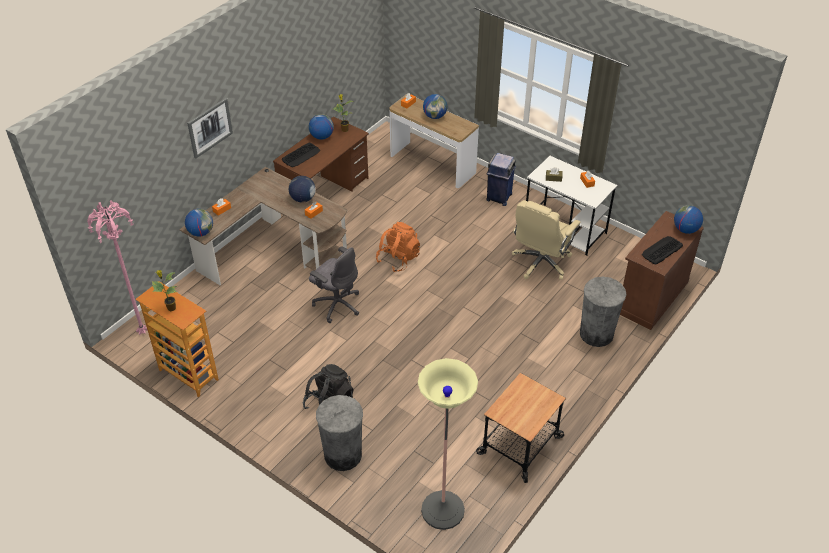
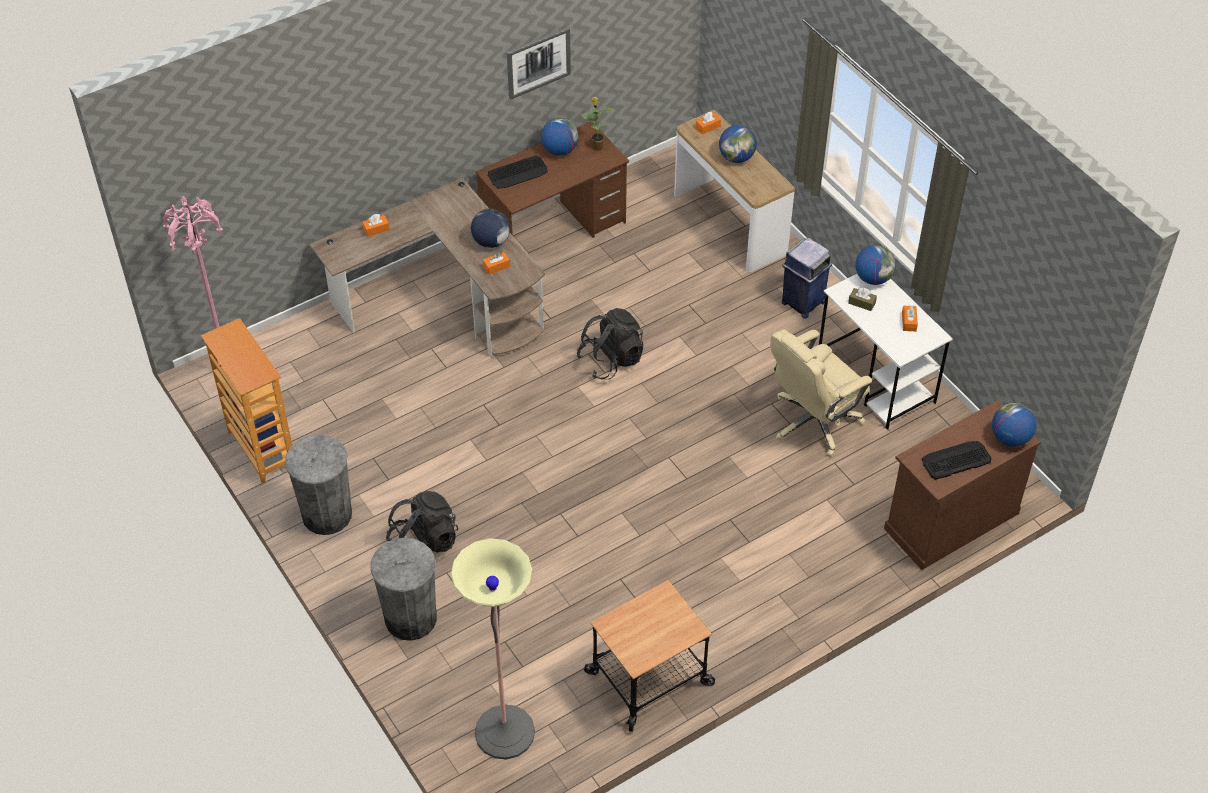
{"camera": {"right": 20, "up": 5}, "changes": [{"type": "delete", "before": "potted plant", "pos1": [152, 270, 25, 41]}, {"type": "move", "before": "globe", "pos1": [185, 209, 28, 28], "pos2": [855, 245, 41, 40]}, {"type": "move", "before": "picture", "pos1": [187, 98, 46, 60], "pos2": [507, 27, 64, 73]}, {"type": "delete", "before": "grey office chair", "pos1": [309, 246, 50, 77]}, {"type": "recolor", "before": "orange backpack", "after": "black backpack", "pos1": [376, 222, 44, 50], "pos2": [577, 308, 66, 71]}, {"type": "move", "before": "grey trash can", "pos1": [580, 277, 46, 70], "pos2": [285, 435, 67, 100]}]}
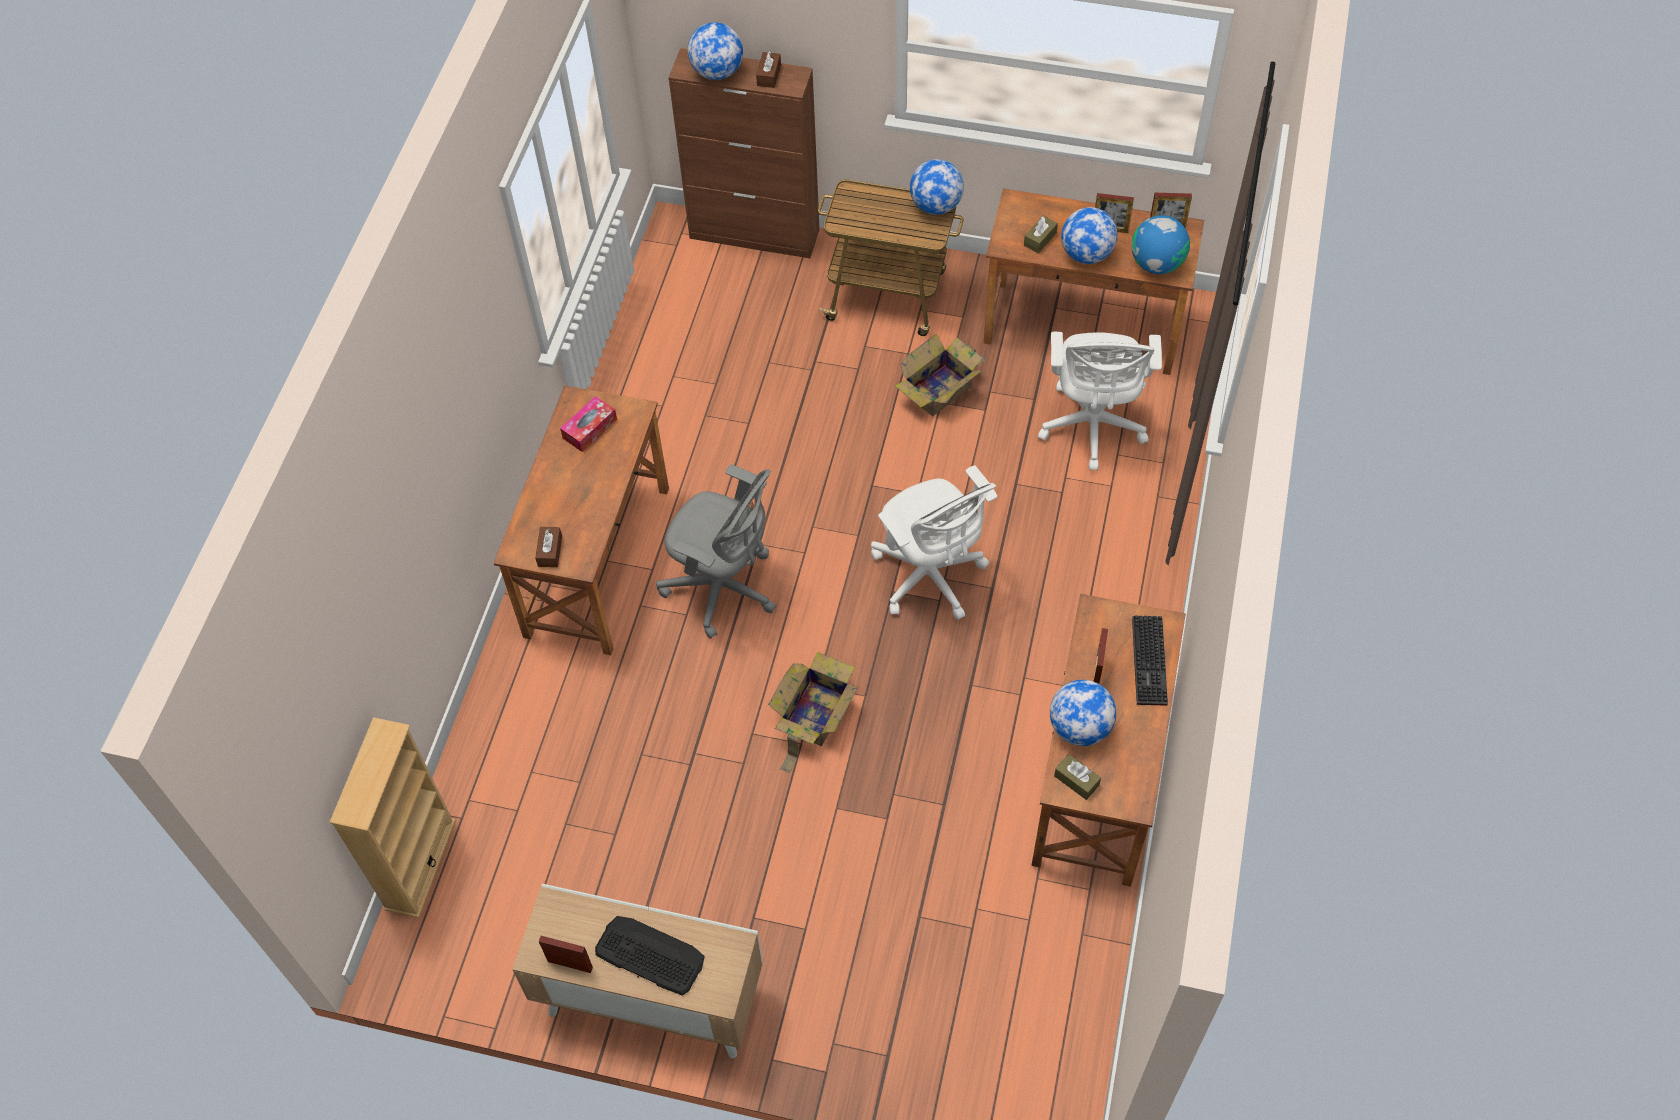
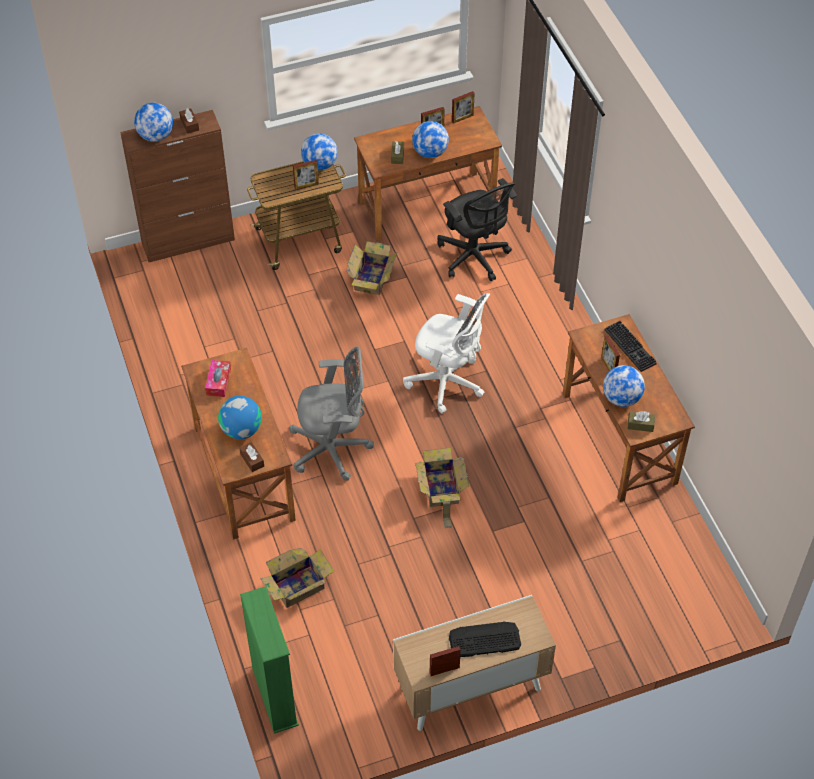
{"camera": {"right": -35, "up": -5}, "changes": [{"type": "recolor", "before": "beige bookcase", "after": "green bookcase", "pos1": [330, 717, 126, 201], "pos2": [240, 586, 59, 148]}, {"type": "recolor", "before": "white office chair", "after": "black office chair", "pos1": [1038, 332, 124, 139], "pos2": [437, 178, 80, 103]}, {"type": "move", "before": "globe", "pos1": [1131, 215, 59, 59], "pos2": [218, 396, 44, 43]}, {"type": "insert", "after": "cardboard box", "pos2": [260, 548, 74, 60]}, {"type": "insert", "after": "picture frame", "pos2": [293, 160, 26, 30]}]}
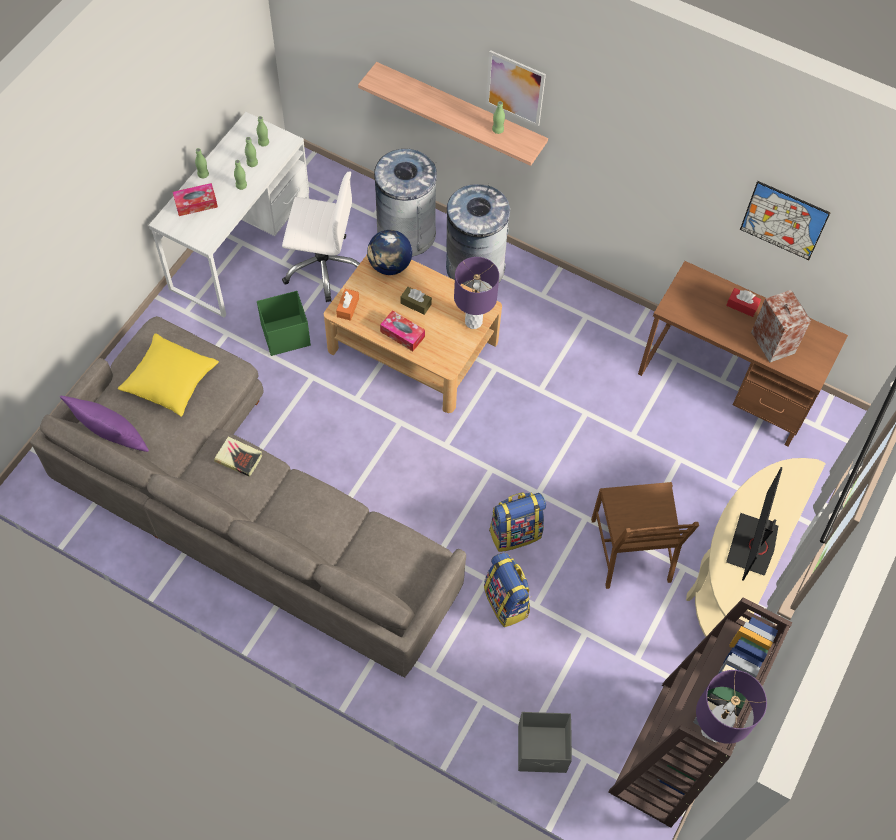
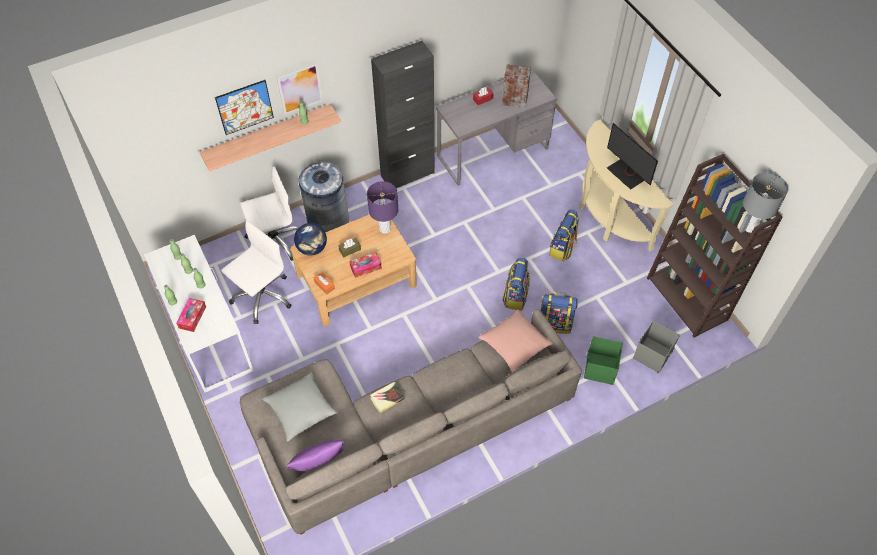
{"camera": {"right": -55, "up": -5}, "changes": [{"type": "recolor", "before": "yellow pillow", "after": "grey pillow", "pos1": [118, 333, 101, 84], "pos2": [262, 372, 76, 69]}, {"type": "move", "before": "green storage box", "pos1": [257, 291, 54, 65], "pos2": [584, 336, 39, 49]}, {"type": "replace", "before": "grey trash can", "after": "white office chair", "pos1": [374, 149, 63, 108], "pos2": [240, 166, 59, 95]}, {"type": "replace", "before": "brown chair", "after": "backpack", "pos1": [591, 482, 108, 107], "pos2": [549, 210, 30, 52]}, {"type": "recolor", "before": "brown desk", "after": "grey desk", "pos1": [638, 261, 210, 186], "pos2": [436, 70, 121, 116]}, {"type": "recolor", "before": "purple table lamp", "after": "grey table lamp", "pos1": [696, 670, 71, 74], "pos2": [743, 172, 45, 61]}, {"type": "move", "before": "picture", "pos1": [740, 181, 91, 79], "pos2": [215, 80, 59, 55]}, {"type": "insert", "after": "black cabinet", "pos2": [371, 41, 63, 147]}, {"type": "insert", "after": "pink pillow", "pos2": [478, 309, 75, 63]}]}
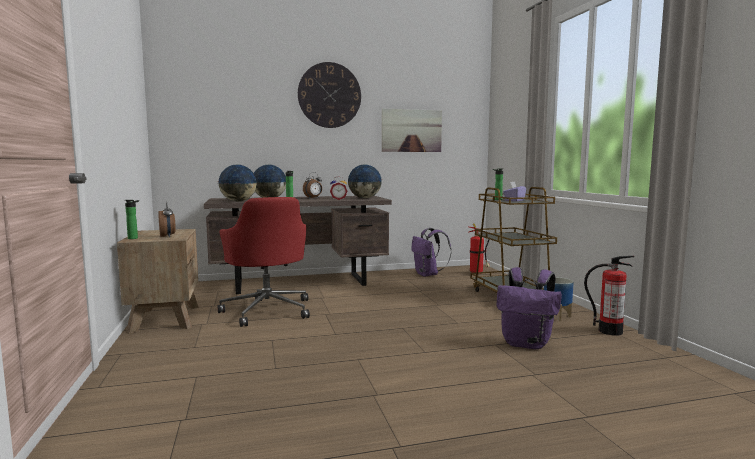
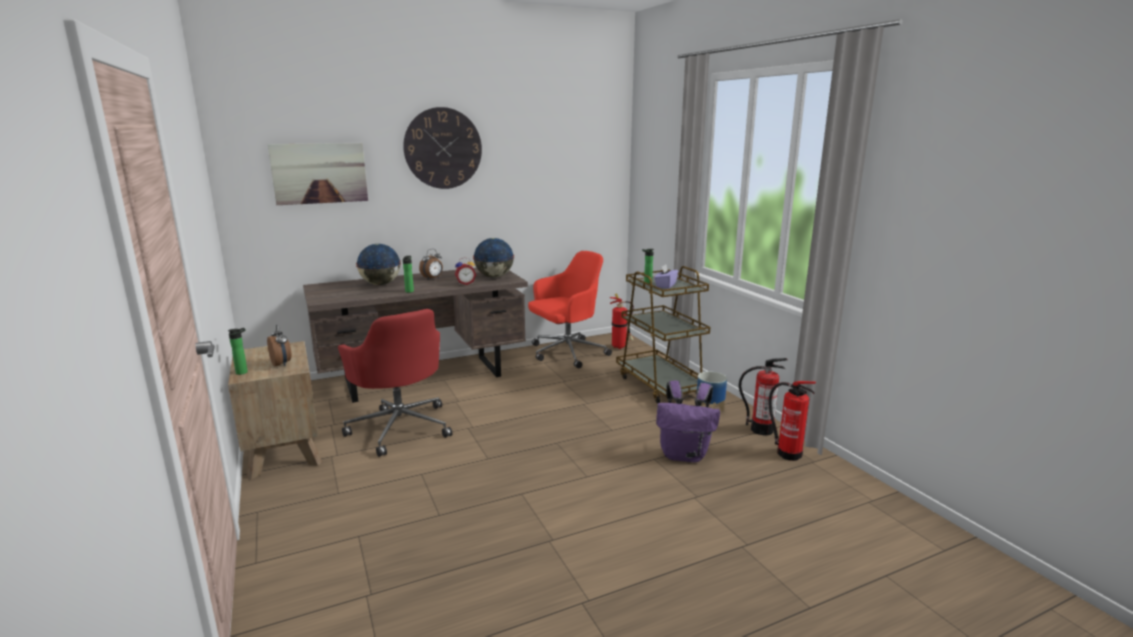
{"camera": {"right": -10, "up": 10}, "changes": [{"type": "delete", "before": "globe", "pos1": [218, 165, 39, 36]}, {"type": "move", "before": "picture", "pos1": [382, 108, 60, 44], "pos2": [268, 143, 100, 62]}, {"type": "replace", "before": "purple backpack", "after": "red office chair", "pos1": [411, 228, 40, 49], "pos2": [528, 251, 84, 117]}, {"type": "insert", "after": "fire extinguisher", "pos2": [769, 381, 47, 80]}]}
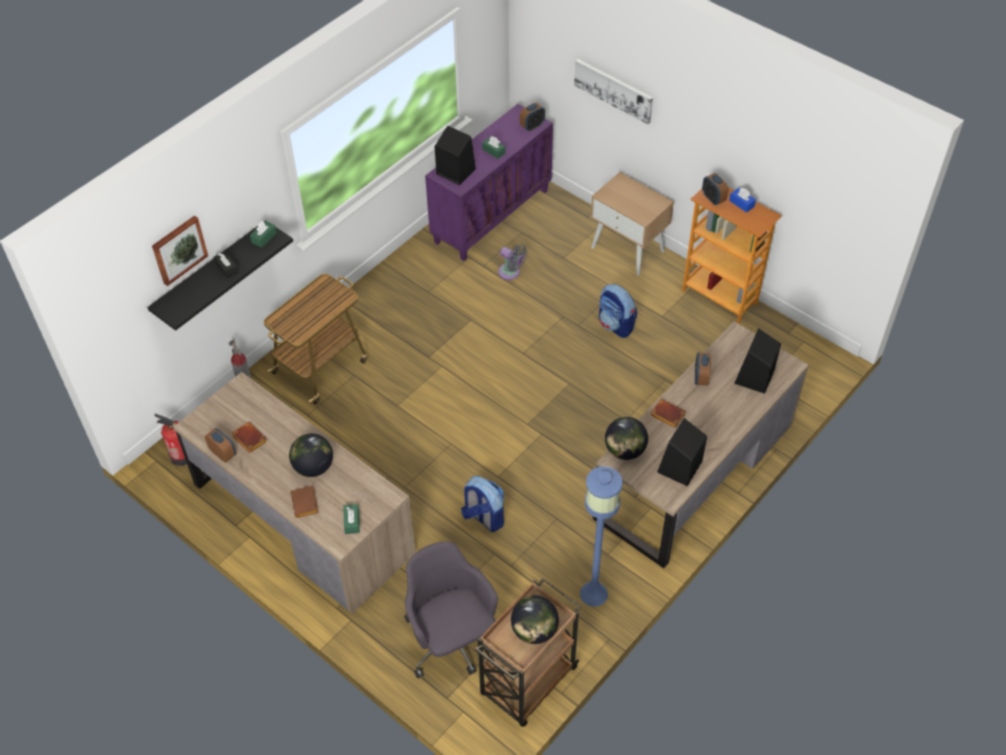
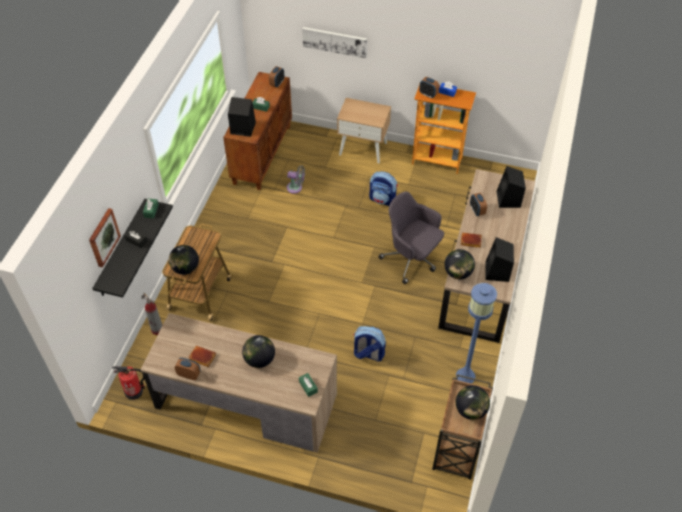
{"camera": {"right": -25, "up": 0}, "changes": [{"type": "delete", "before": "brown book", "pos1": [291, 485, 28, 33]}, {"type": "move", "before": "grey office chair", "pos1": [404, 541, 94, 137], "pos2": [378, 192, 66, 92]}, {"type": "recolor", "before": "purple cabinet", "after": "brown cabinet", "pos1": [425, 104, 128, 157], "pos2": [223, 72, 69, 118]}, {"type": "insert", "after": "globe", "pos2": [169, 245, 30, 30]}]}
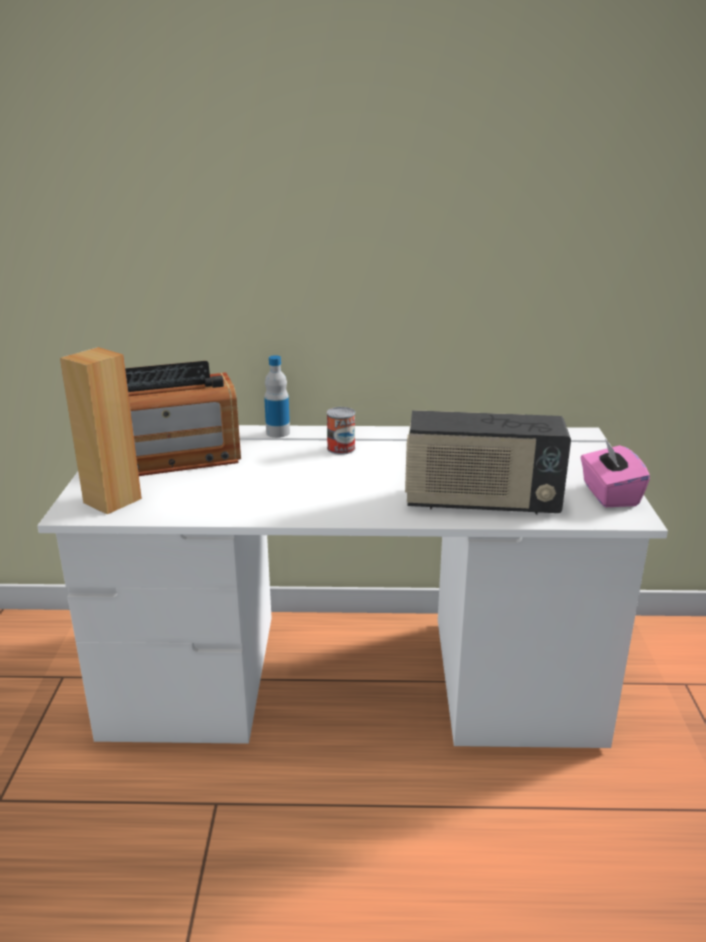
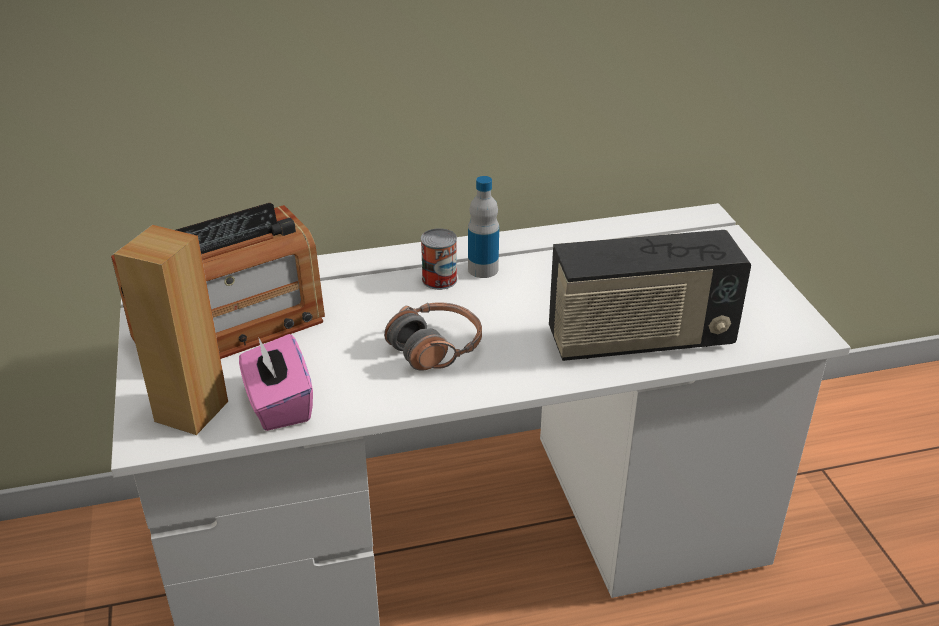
{"camera": {"right": -15, "up": 10}, "changes": [{"type": "move", "before": "bottle", "pos1": [264, 355, 26, 83], "pos2": [468, 176, 31, 102]}, {"type": "move", "before": "pink tissue box", "pos1": [580, 439, 70, 68], "pos2": [239, 334, 74, 97]}, {"type": "insert", "after": "headphones", "pos2": [384, 302, 98, 69]}]}
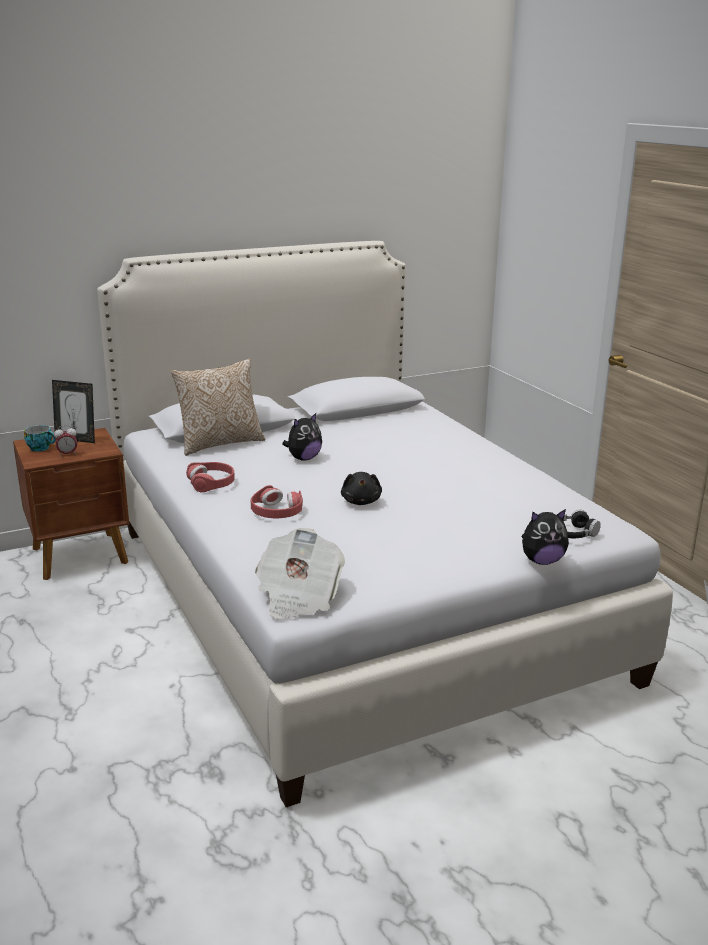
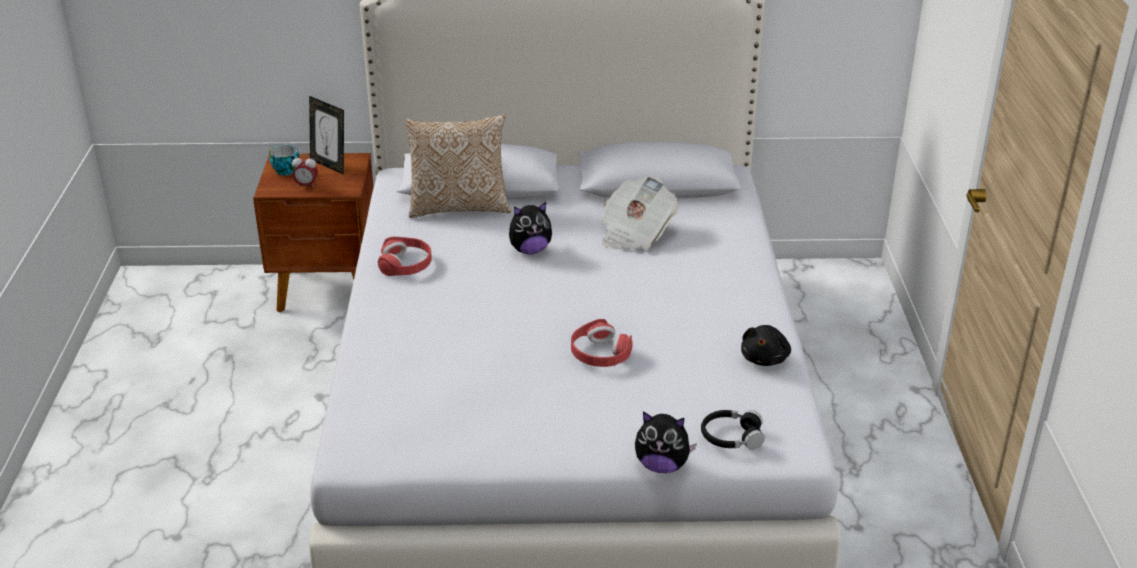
{"camera": {"right": 25, "up": 10}, "changes": [{"type": "move", "before": "red headphones", "pos1": [251, 485, 52, 33], "pos2": [571, 319, 62, 48]}, {"type": "move", "before": "newspaper", "pos1": [255, 528, 90, 92], "pos2": [601, 176, 77, 74]}, {"type": "move", "before": "black plush toy", "pos1": [341, 472, 41, 33], "pos2": [741, 325, 50, 41]}]}
